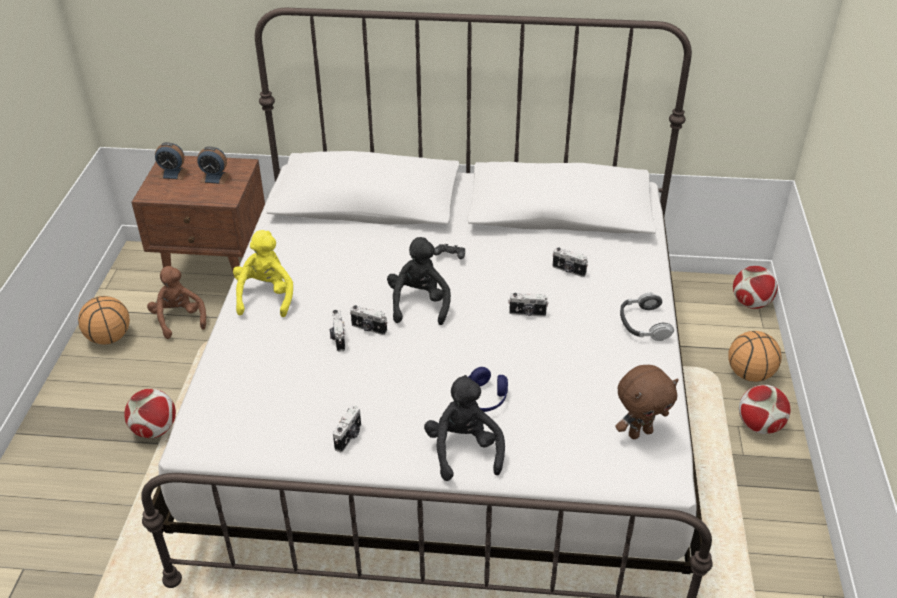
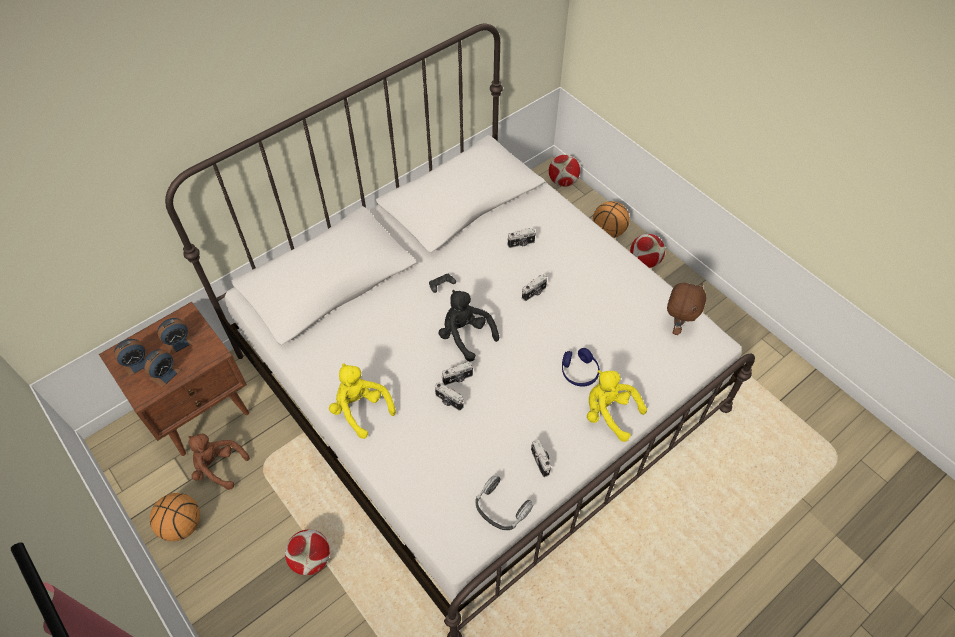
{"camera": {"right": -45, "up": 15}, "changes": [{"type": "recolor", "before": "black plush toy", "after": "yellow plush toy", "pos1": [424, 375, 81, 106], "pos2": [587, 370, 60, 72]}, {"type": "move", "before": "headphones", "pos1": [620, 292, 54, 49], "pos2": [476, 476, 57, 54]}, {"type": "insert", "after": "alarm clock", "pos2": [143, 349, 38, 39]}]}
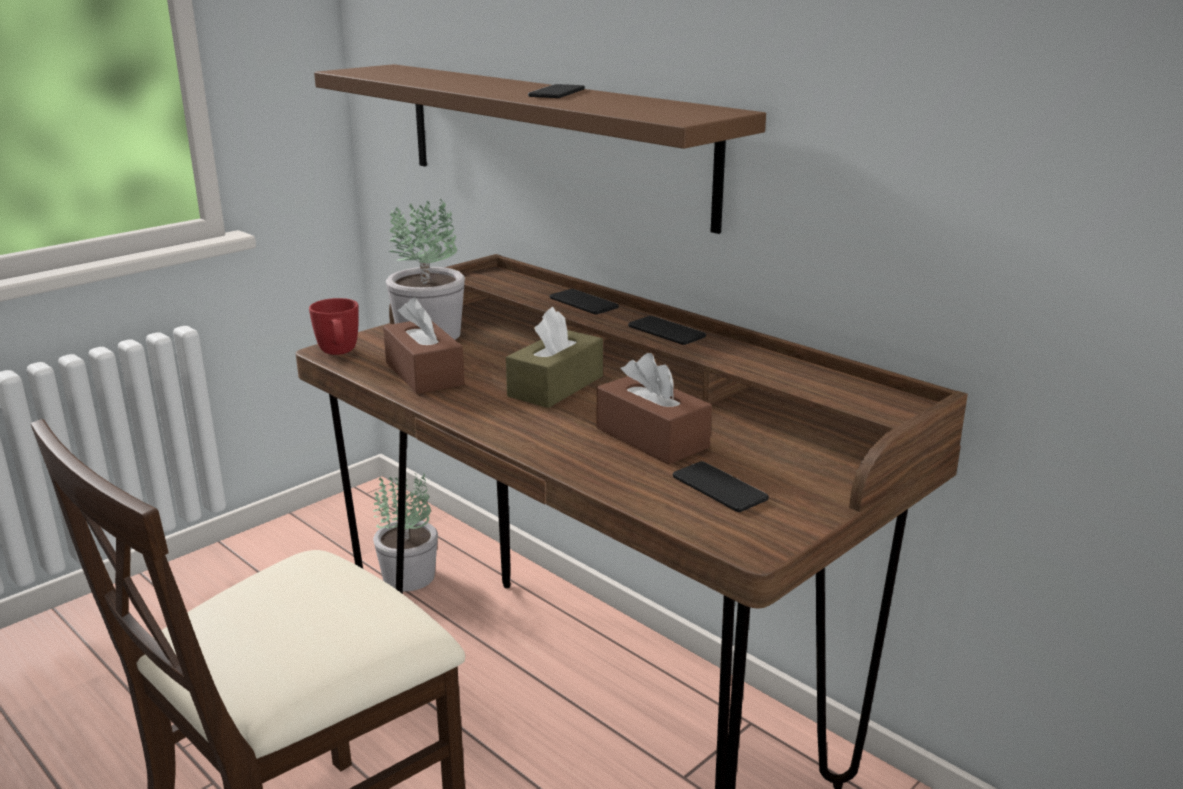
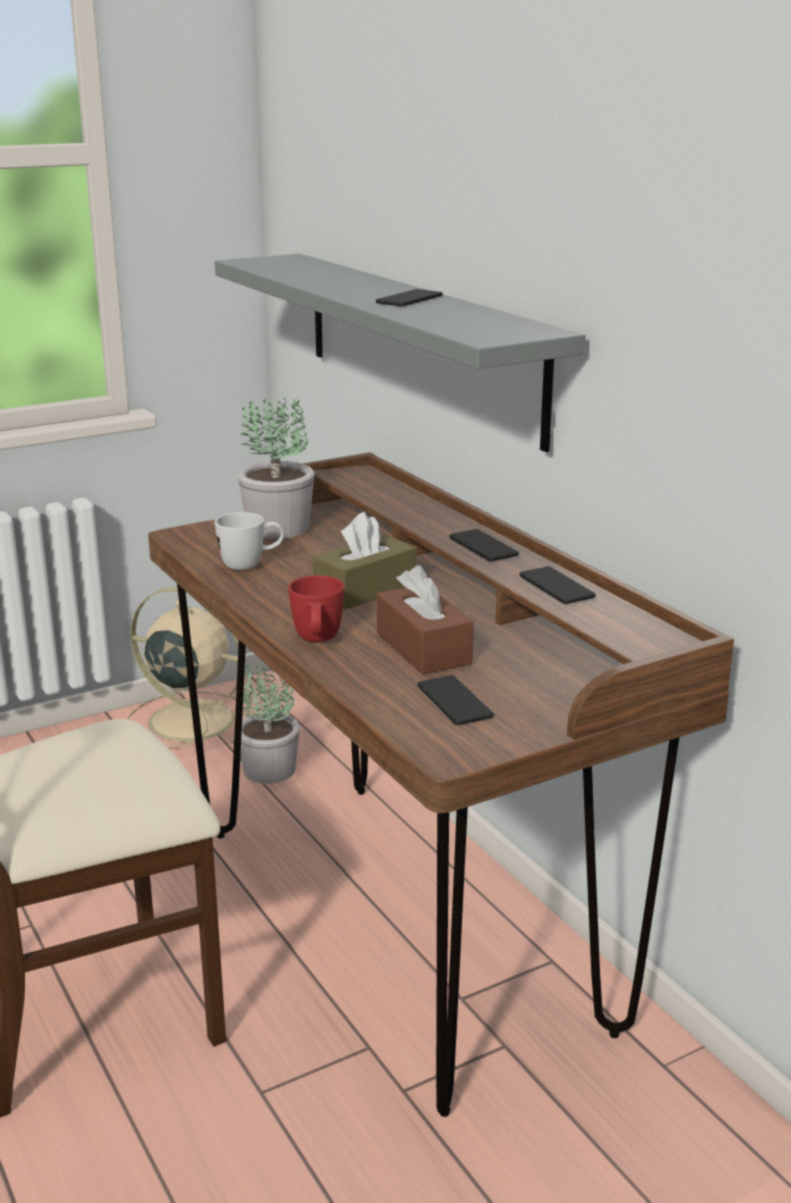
{"camera": {"right": 15, "up": 0}, "changes": [{"type": "move", "before": "red mug", "pos1": [309, 298, 50, 57], "pos2": [288, 575, 56, 67]}, {"type": "recolor", "before": "brown shelf", "after": "grey shelf", "pos1": [314, 64, 452, 170], "pos2": [215, 253, 370, 199]}, {"type": "replace", "before": "brown tissue box", "after": "white mug", "pos1": [383, 298, 82, 96], "pos2": [215, 512, 69, 58]}, {"type": "move", "before": "phone", "pos1": [550, 289, 69, 25], "pos2": [519, 566, 77, 38]}, {"type": "insert", "after": "beige fan", "pos2": [127, 587, 128, 161]}]}
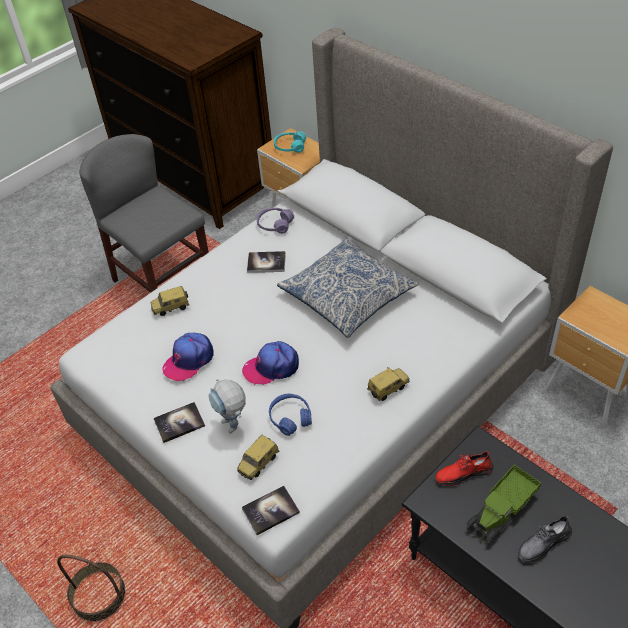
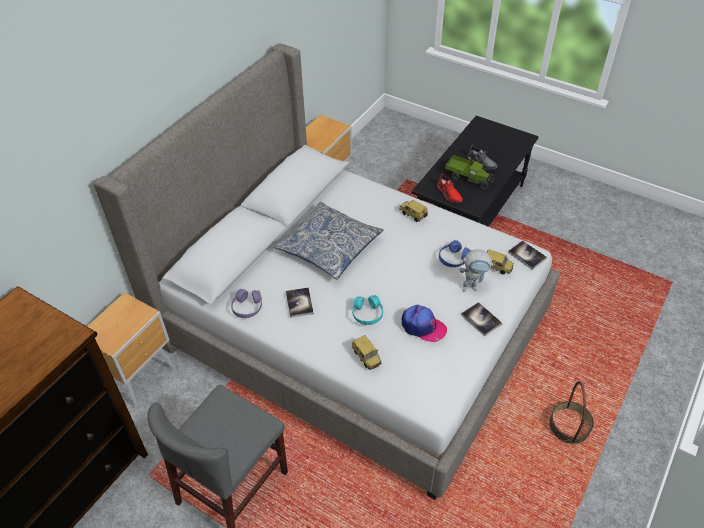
{"camera": {"right": -105, "up": 0}, "changes": [{"type": "rotate", "before": "toy robot", "pos1": [208, 379, 38, 54], "pos2": [459, 249, 36, 42], "turn": 45}, {"type": "delete", "before": "cap", "pos1": [242, 341, 57, 44]}, {"type": "move", "before": "turquoise headphones", "pos1": [274, 132, 32, 21], "pos2": [352, 295, 31, 30]}]}
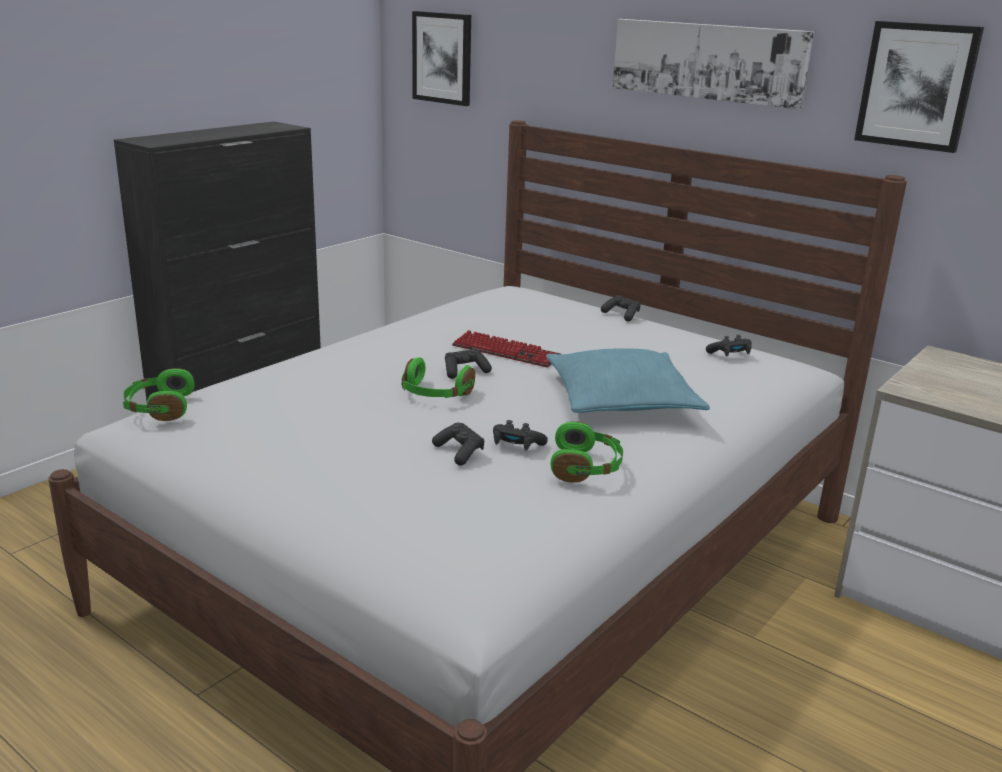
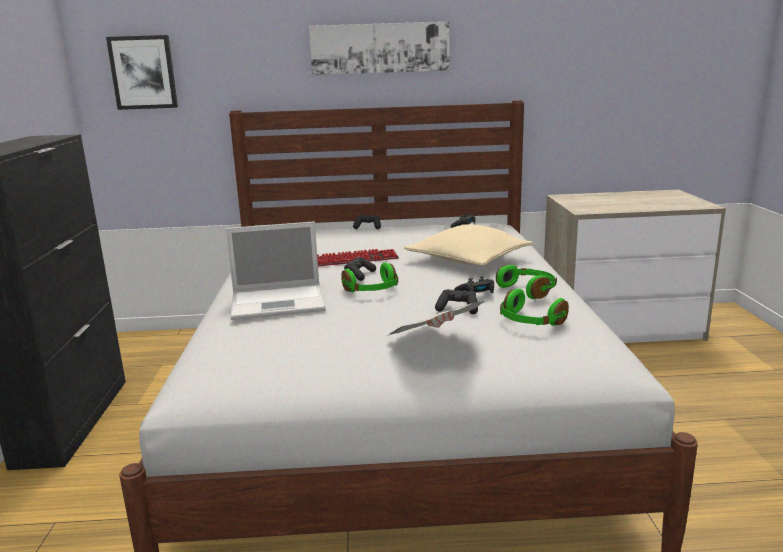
{"camera": {"right": -40, "up": -5}, "changes": [{"type": "move", "before": "green headphones", "pos1": [123, 368, 72, 53], "pos2": [500, 289, 69, 36]}, {"type": "recolor", "before": "turquoise pillow", "after": "beige pillow", "pos1": [546, 349, 164, 64], "pos2": [404, 224, 129, 42]}, {"type": "delete", "before": "picture", "pos1": [854, 21, 130, 132]}, {"type": "insert", "after": "laptop", "pos2": [226, 222, 100, 98]}, {"type": "insert", "after": "newspaper", "pos2": [386, 301, 98, 35]}]}
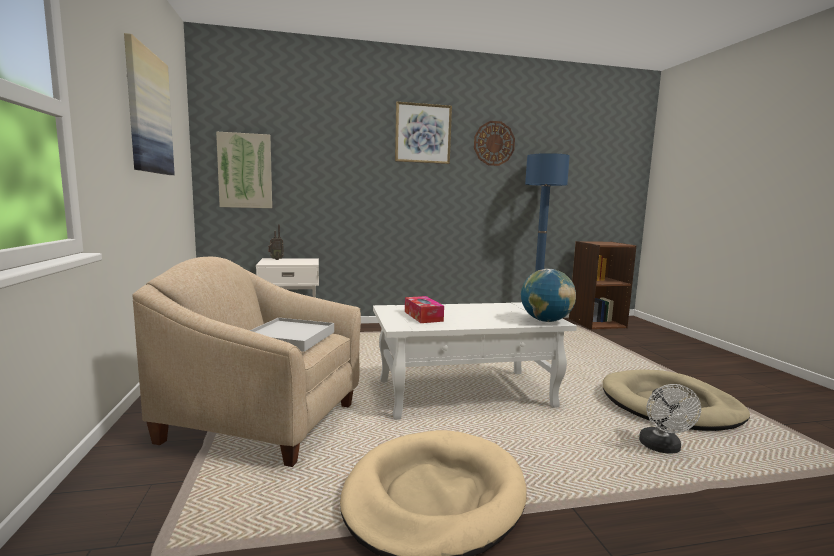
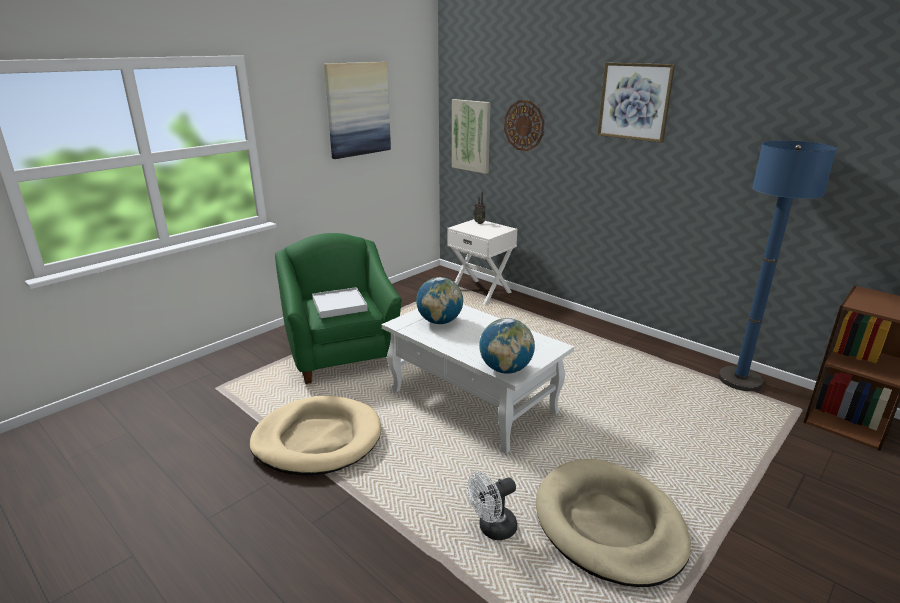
{"camera": {"right": 55, "up": 15}, "changes": [{"type": "recolor", "before": "beige armchair", "after": "green armchair", "pos1": [132, 257, 229, 210], "pos2": [275, 233, 127, 151]}, {"type": "replace", "before": "tissue box", "after": "globe", "pos1": [405, 296, 39, 27], "pos2": [416, 277, 47, 47]}, {"type": "move", "before": "wall clock", "pos1": [474, 121, 41, 45], "pos2": [504, 100, 40, 51]}]}
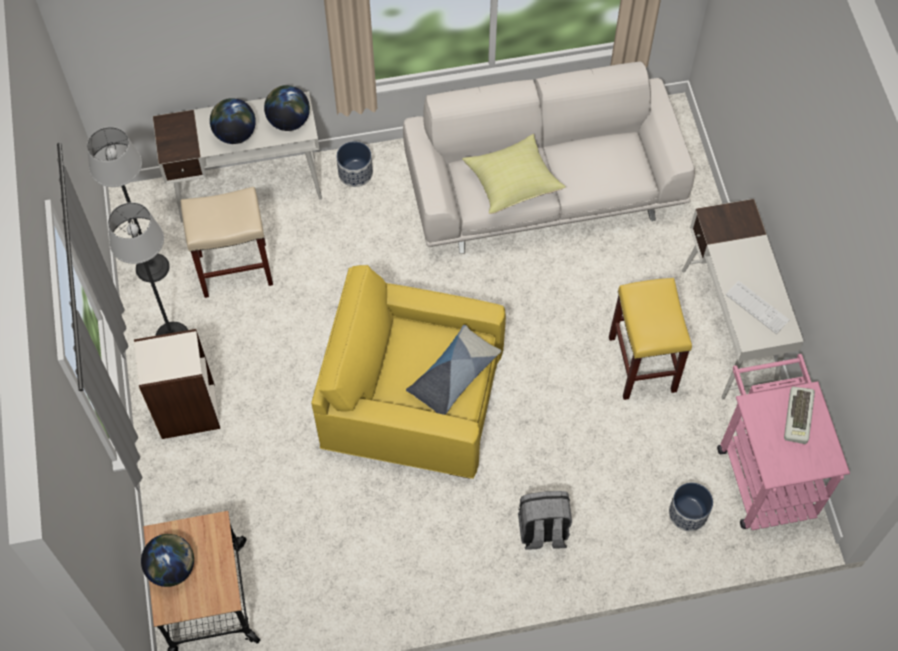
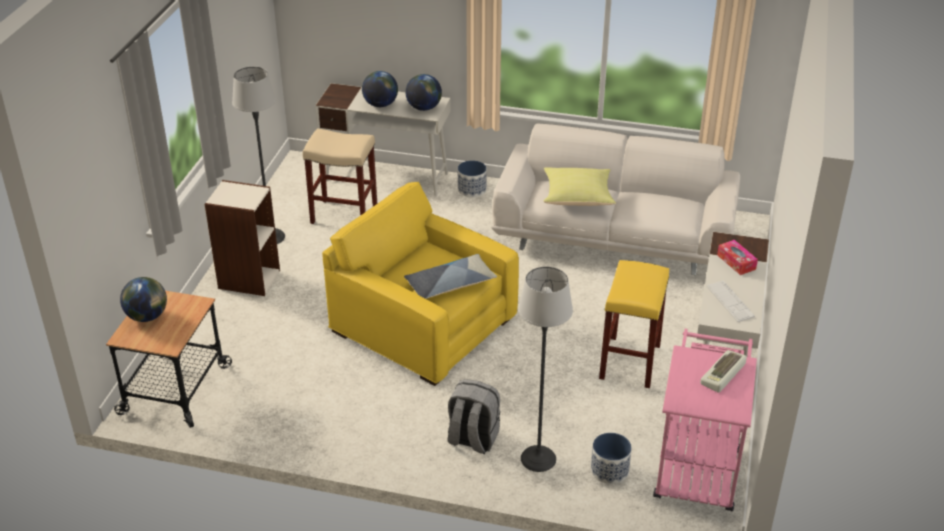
{"camera": {"right": 25, "up": -25}, "changes": [{"type": "move", "before": "floor lamp", "pos1": [87, 127, 83, 155], "pos2": [518, 267, 55, 205]}, {"type": "insert", "after": "tissue box", "pos2": [717, 240, 41, 35]}]}
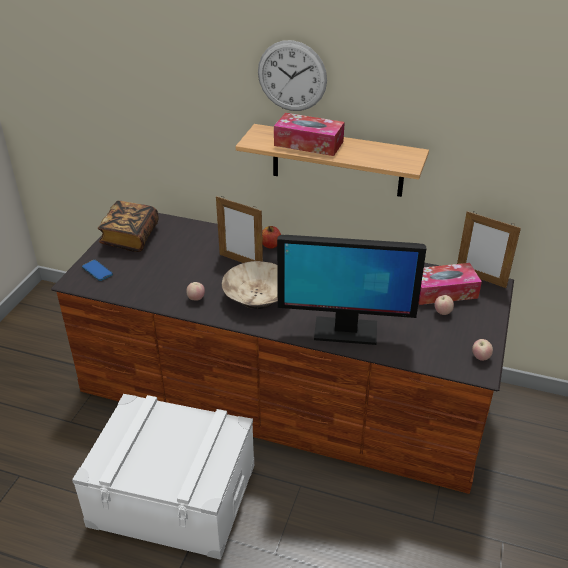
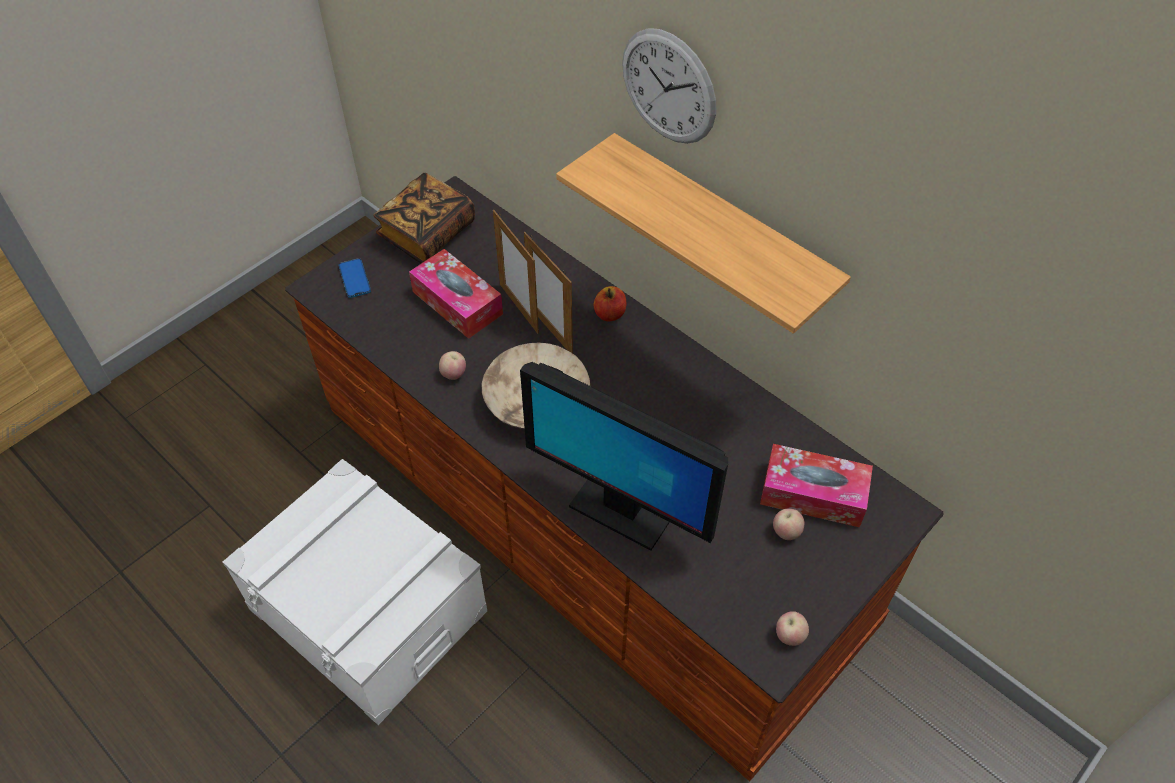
{"camera": {"right": 25, "up": 15}, "changes": [{"type": "move", "before": "tissue box", "pos1": [274, 113, 71, 43], "pos2": [409, 249, 94, 90]}, {"type": "move", "before": "picture frame", "pos1": [457, 211, 64, 77], "pos2": [493, 210, 46, 124]}]}
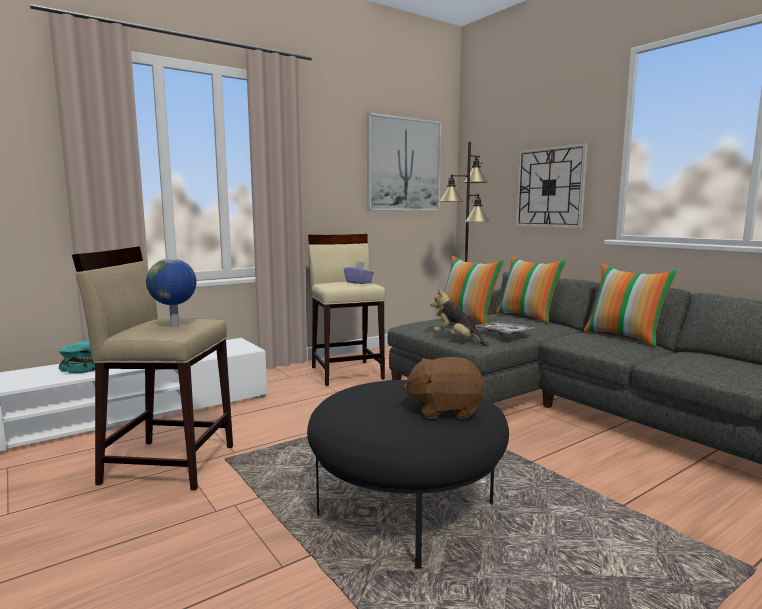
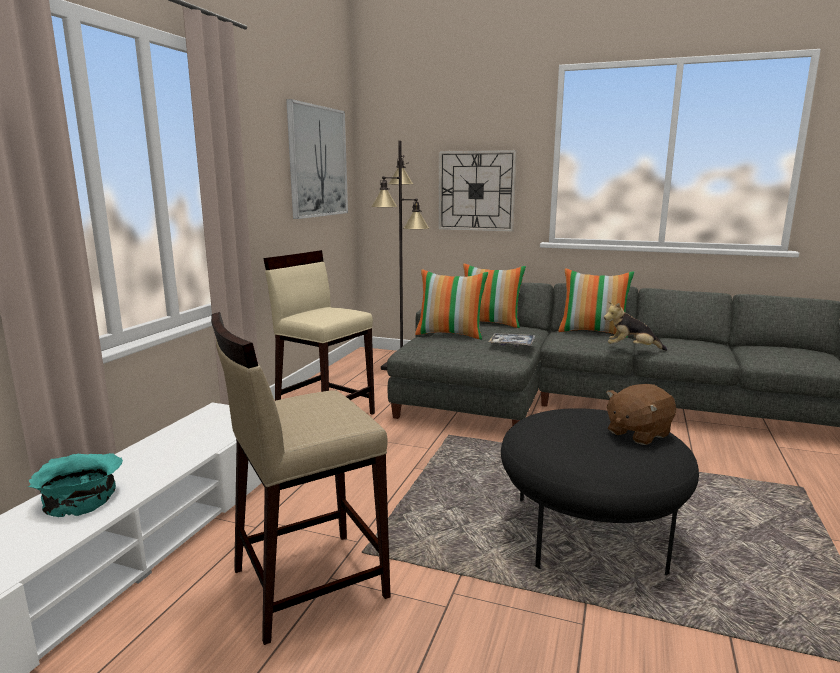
{"camera": {"right": -35, "up": 5}, "changes": [{"type": "delete", "before": "globe", "pos1": [146, 258, 50, 69]}, {"type": "delete", "before": "purple tissue box", "pos1": [344, 261, 30, 23]}, {"type": "move", "before": "plush toy", "pos1": [430, 289, 59, 58], "pos2": [604, 301, 63, 50]}]}
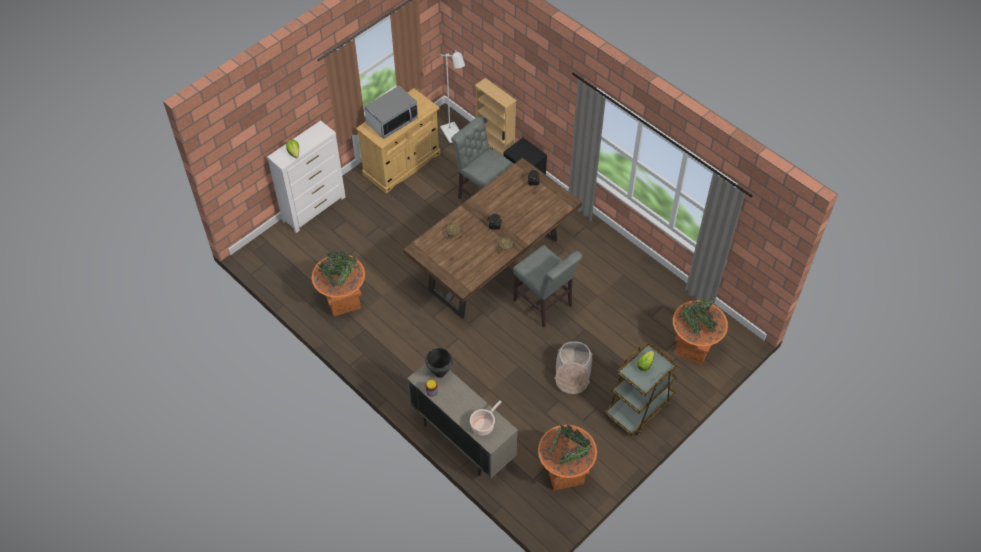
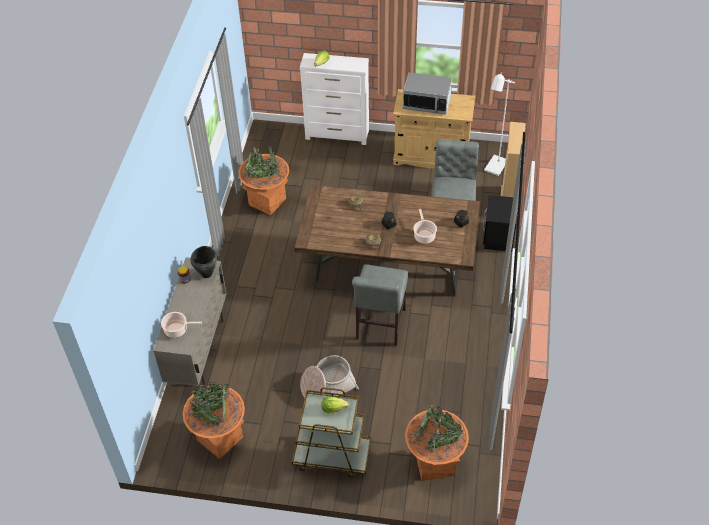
{"camera": {"right": 55, "up": -5}, "changes": [{"type": "insert", "after": "cooking pot", "pos2": [413, 209, 24, 35]}]}
